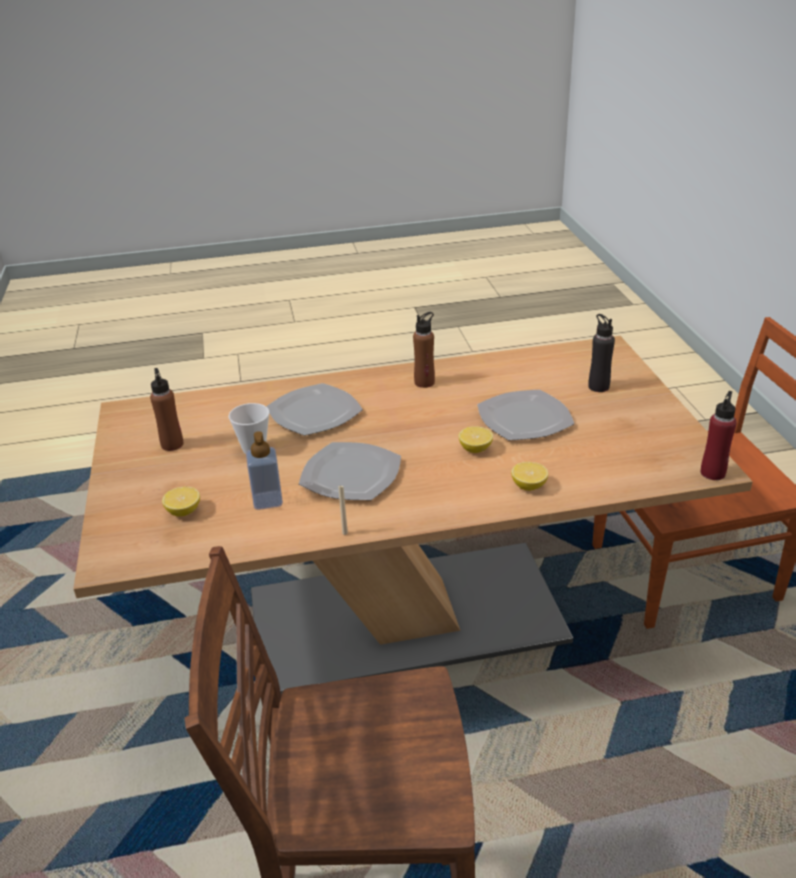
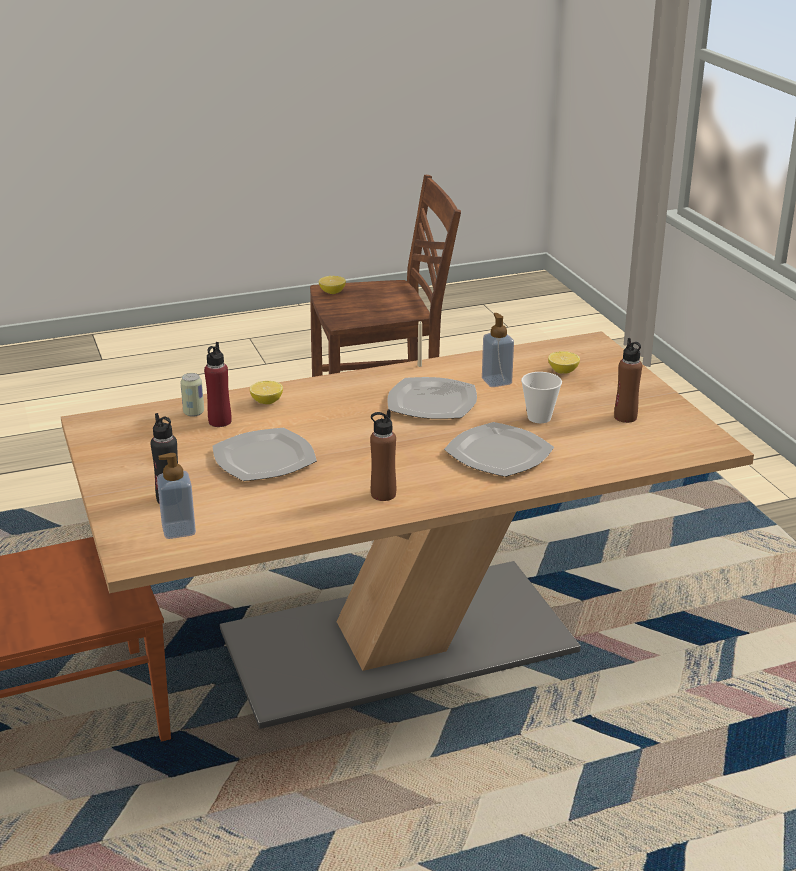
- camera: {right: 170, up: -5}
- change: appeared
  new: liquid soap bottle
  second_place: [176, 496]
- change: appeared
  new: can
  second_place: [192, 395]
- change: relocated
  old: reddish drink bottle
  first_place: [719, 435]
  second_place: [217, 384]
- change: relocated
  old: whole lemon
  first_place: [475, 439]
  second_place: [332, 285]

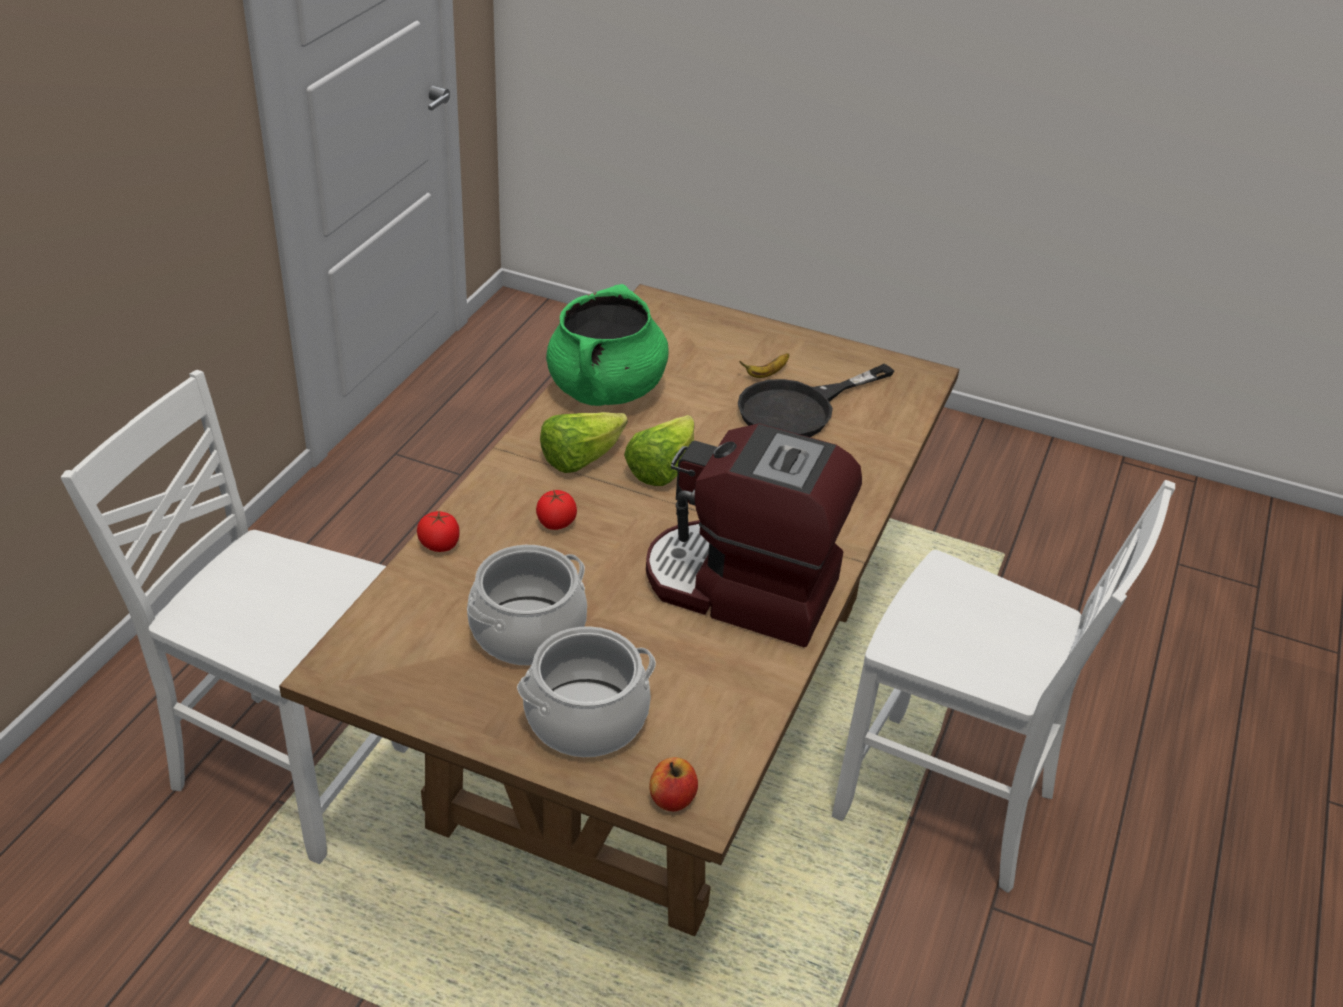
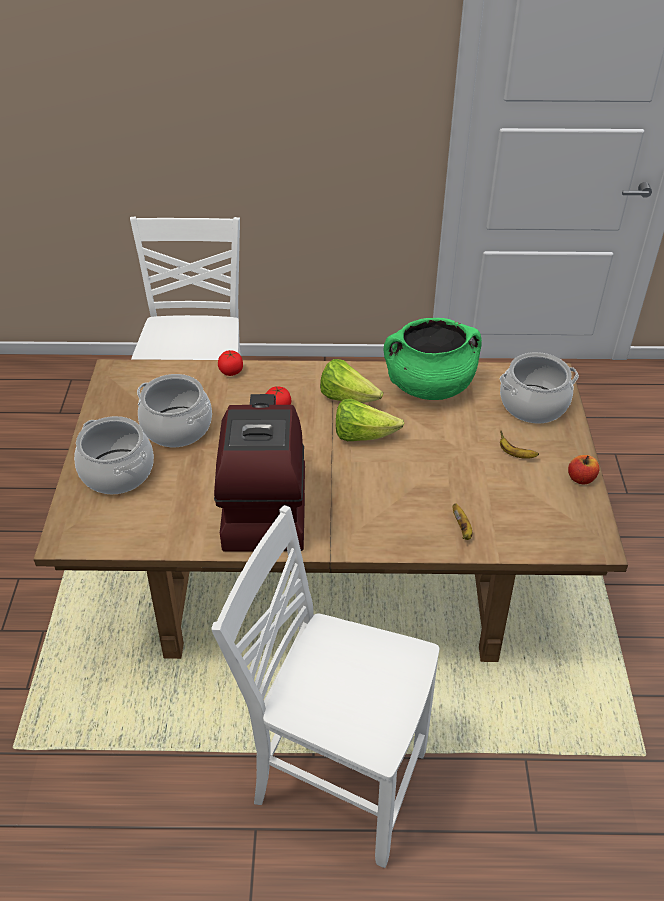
- camera: {right: 70, up: 5}
- change: spun
  old: white-coloured chair
  first_place: [1003, 686]
  second_place: [325, 686]
  degrees: 105
- change: appeared
  new: banana
  second_place: [462, 521]
- change: appeared
  new: saucepot
  second_place: [539, 387]
- change: relocated
  old: whole apple
  first_place: [674, 784]
  second_place: [583, 470]
- change: missing
  old: black-coloured skillet
  first_place: [816, 400]

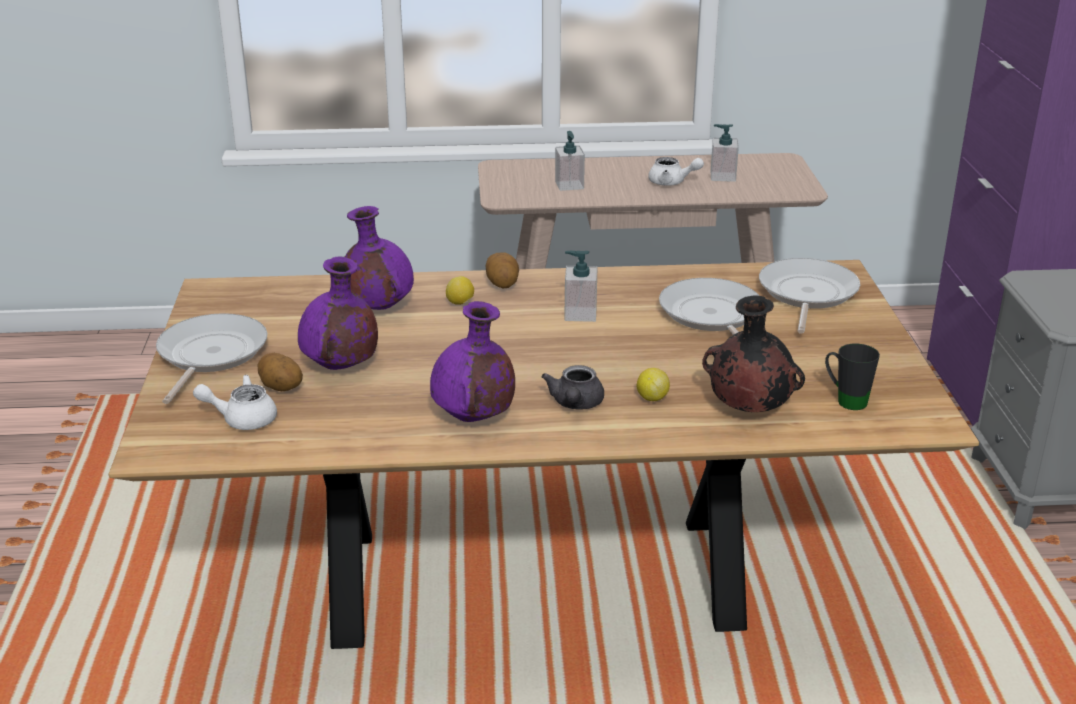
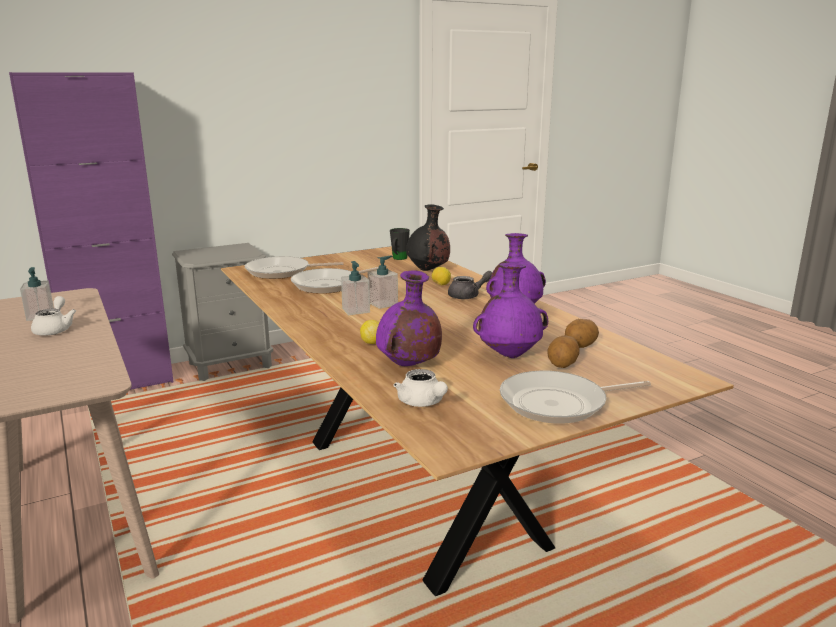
- camera: {right: -115, up: -10}
- change: relocated
  old: liquid soap bottle
  first_place: [570, 161]
  second_place: [383, 282]
- change: relocated
  old: white-coloured pot for tea
  first_place: [235, 402]
  second_place: [420, 388]
- change: relocated
  old: whole potato
  first_place: [502, 270]
  second_place: [582, 333]

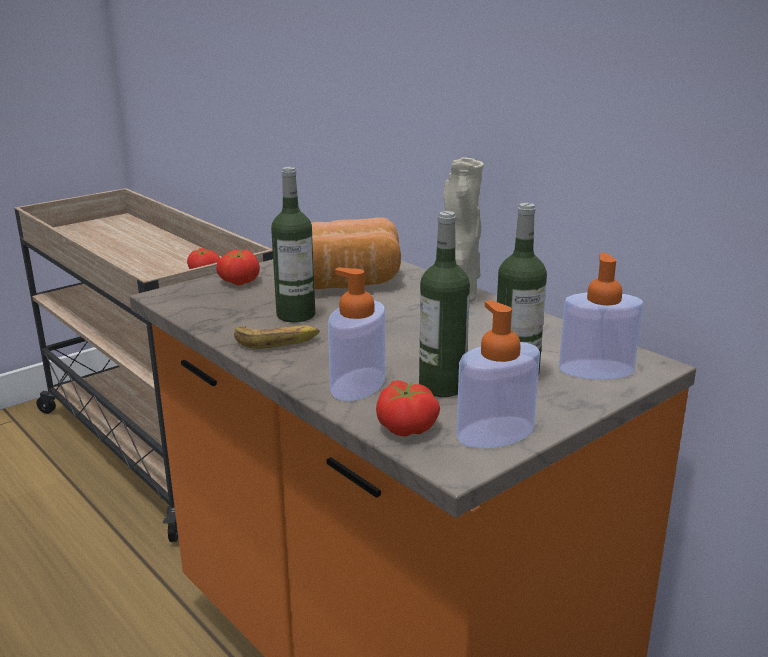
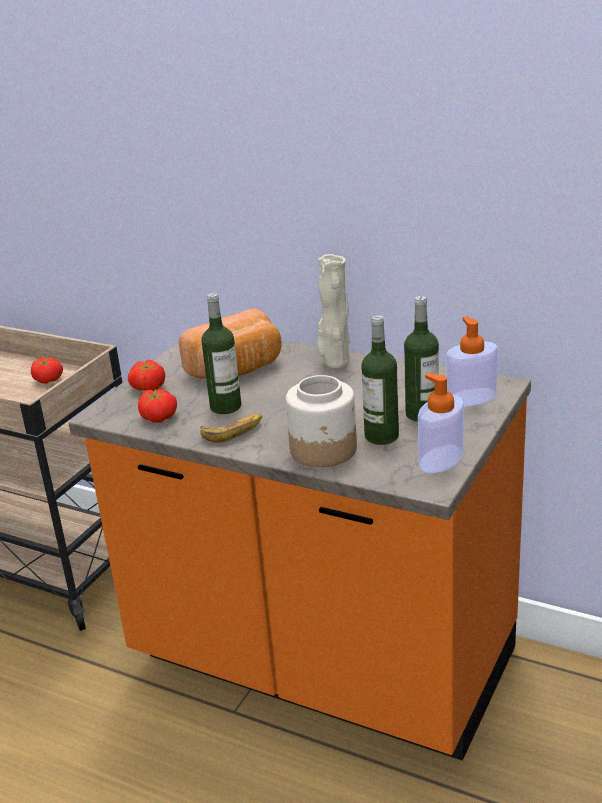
- camera: {right: -20, up: 5}
- change: relocated
  old: tomato
  first_place: [408, 408]
  second_place: [157, 406]
- change: exchanged
  old: liquid soap bottle
  new: preserve jar
  first_place: [356, 334]
  second_place: [321, 421]

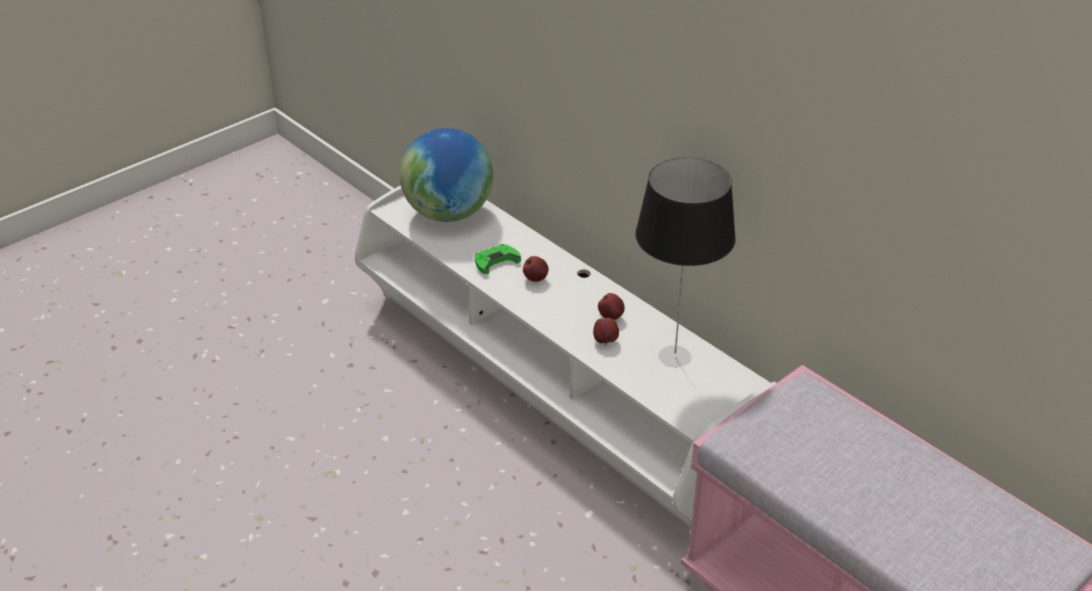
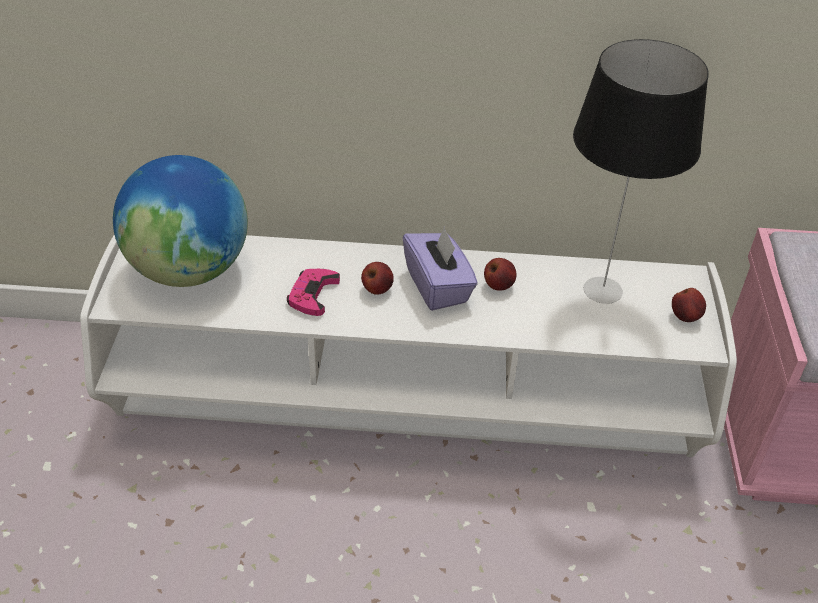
- camera: {right: -45, up: 5}
- change: colour
  old: greenish game controller
  new: pink game controller
  first_place: [497, 259]
  second_place: [313, 292]
- change: appeared
  new: purple-coloured tissue box
  second_place: [440, 268]
- change: relocated
  old: whole apple
  first_place: [606, 331]
  second_place: [689, 305]

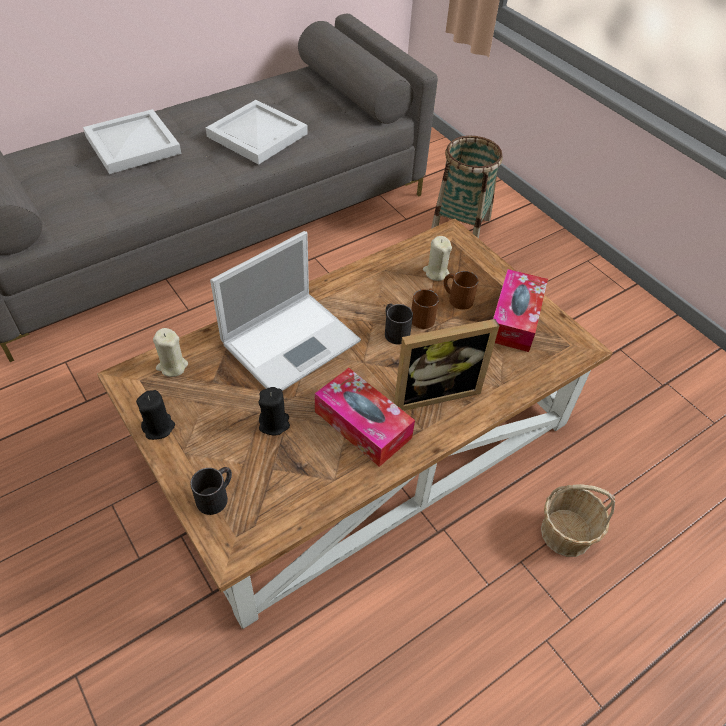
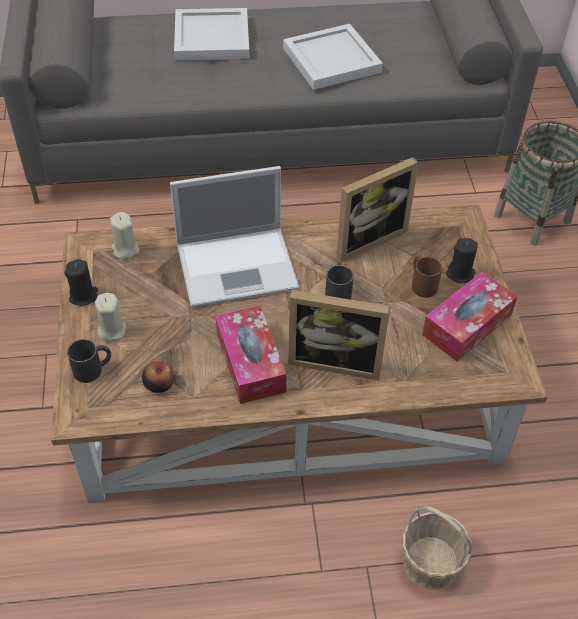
- camera: {right: 30, up: 0}
- change: relocated
  old: sand-coloured candle
  first_place: [437, 258]
  second_place: [110, 317]
- change: appeared
  new: whole apple
  second_place: [158, 377]
- change: appeared
  new: standing frame
  second_place: [377, 209]
- change: relocated
  old: black-coloured candle
  first_place: [274, 411]
  second_place: [462, 260]
- change: missing
  old: brownish coffee mug
  first_place: [425, 309]

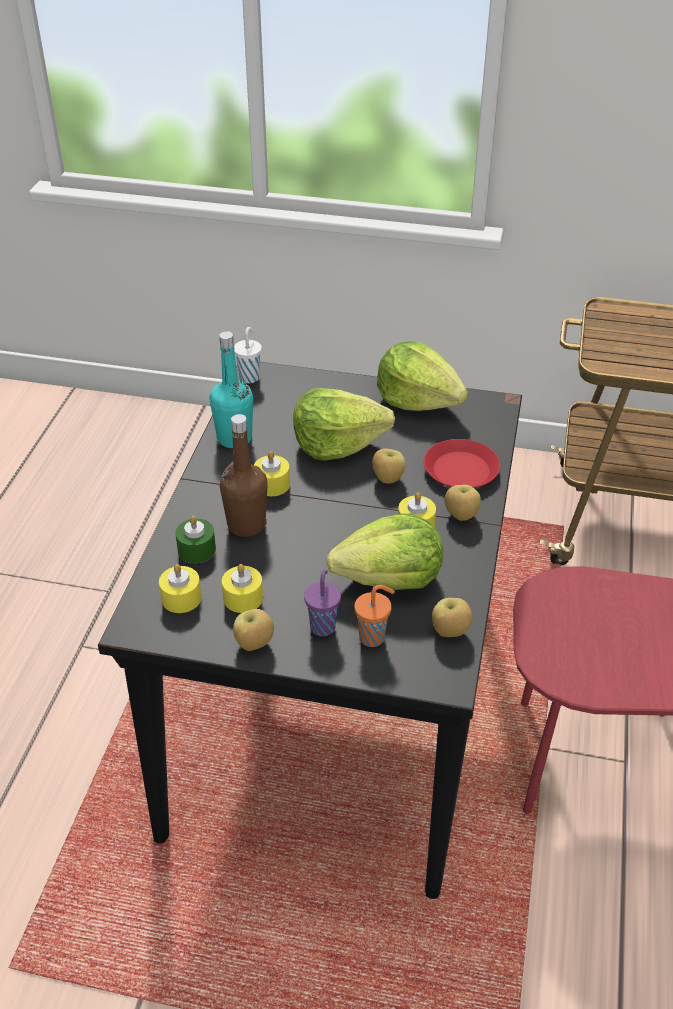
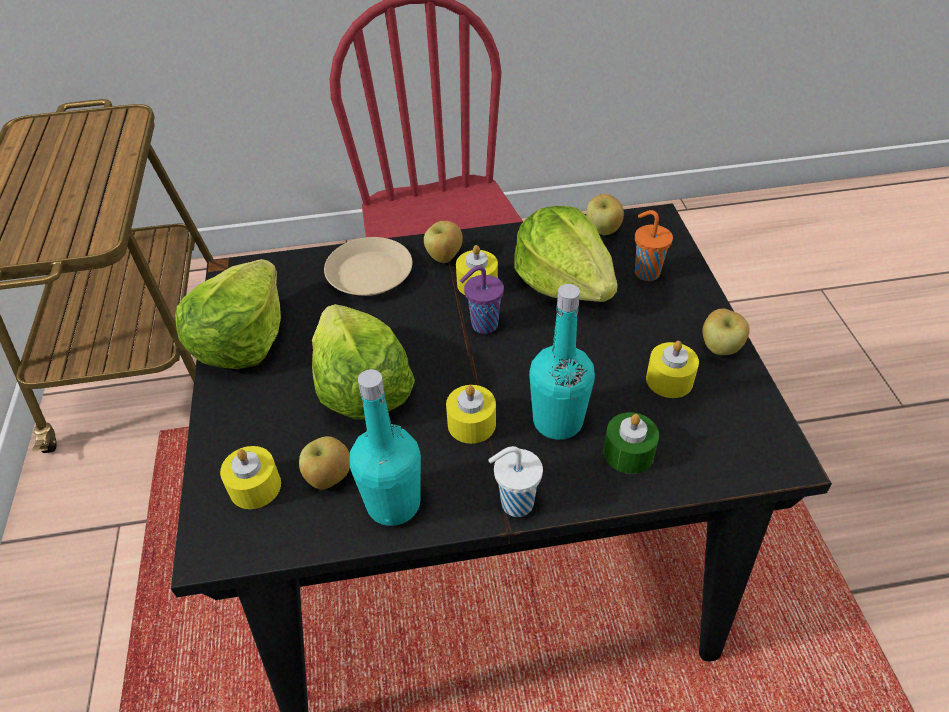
- camera: {right: -110, up: 5}
- change: relocated
  old: yellowish candle
  first_place: [180, 588]
  second_place: [250, 477]
- change: relocated
  old: whole apple
  first_place: [389, 466]
  second_place: [324, 463]
- change: colour
  old: reddish plate
  new: sand-coloured plate
  first_place: [462, 463]
  second_place: [368, 266]
- change: relocated
  old: purple-coloured small cup
  first_place: [322, 603]
  second_place: [482, 299]
- change: relocated
  old: white-coloured small cup
  first_place: [248, 355]
  second_place: [515, 481]
- change: colour
  old: brownish drink bottle
  new: turquoise drink bottle
  first_place: [244, 475]
  second_place: [562, 362]

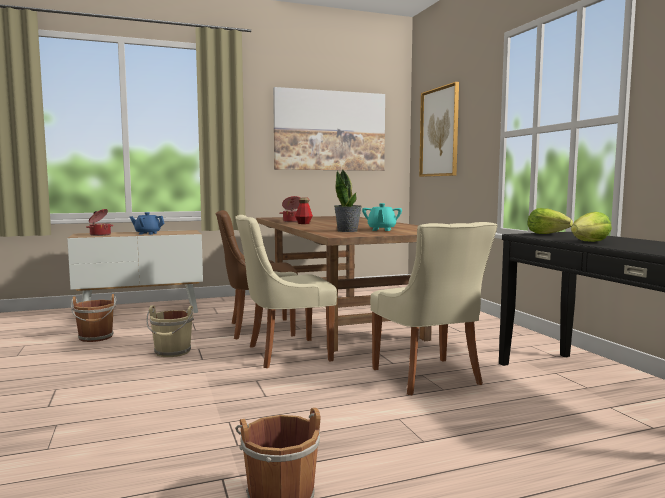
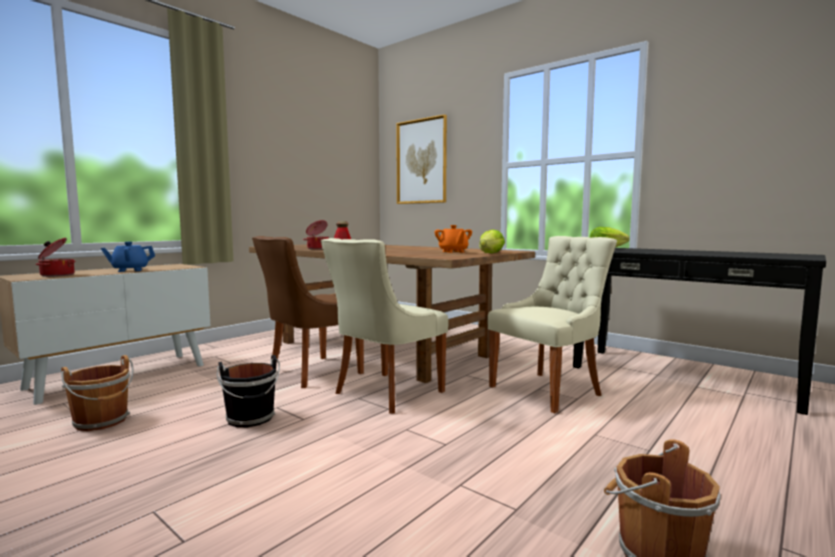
- camera: {right: -30, up: 0}
- change: colour
  old: sand-coloured bucket
  new: black-coloured bucket
  first_place: [170, 331]
  second_place: [248, 391]
- change: colour
  old: turquoise pot for tea
  new: orangey pot for tea
  first_place: [382, 217]
  second_place: [453, 239]
- change: relocated
  old: head of lettuce
  first_place: [591, 227]
  second_place: [492, 241]
- change: spun
  old: sand-coloured chair
  first_place: [434, 308]
  second_place: [552, 324]
  degrees: -75
- change: missing
  old: wall picture
  first_place: [329, 129]
- change: missing
  old: houseplant
  first_place: [348, 200]

